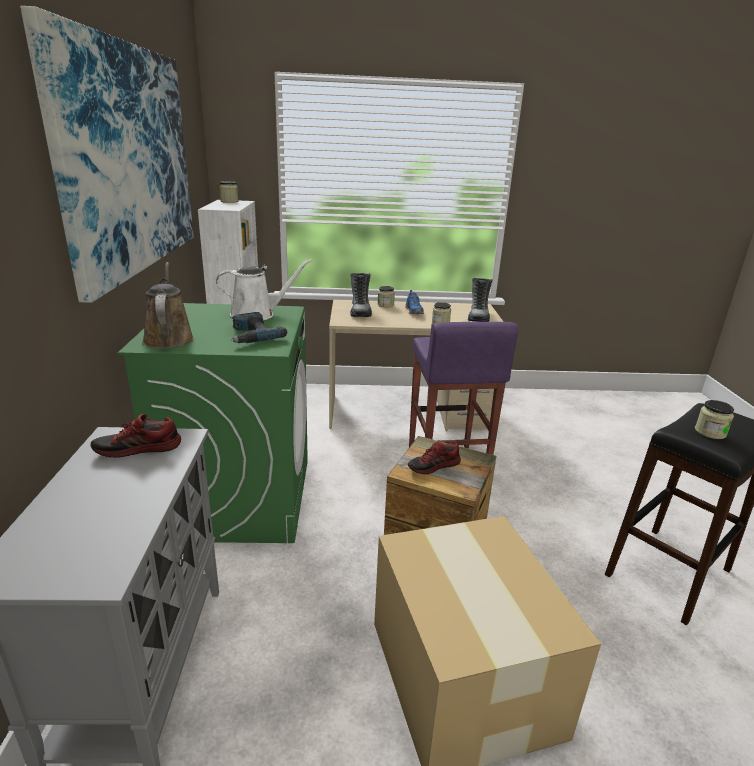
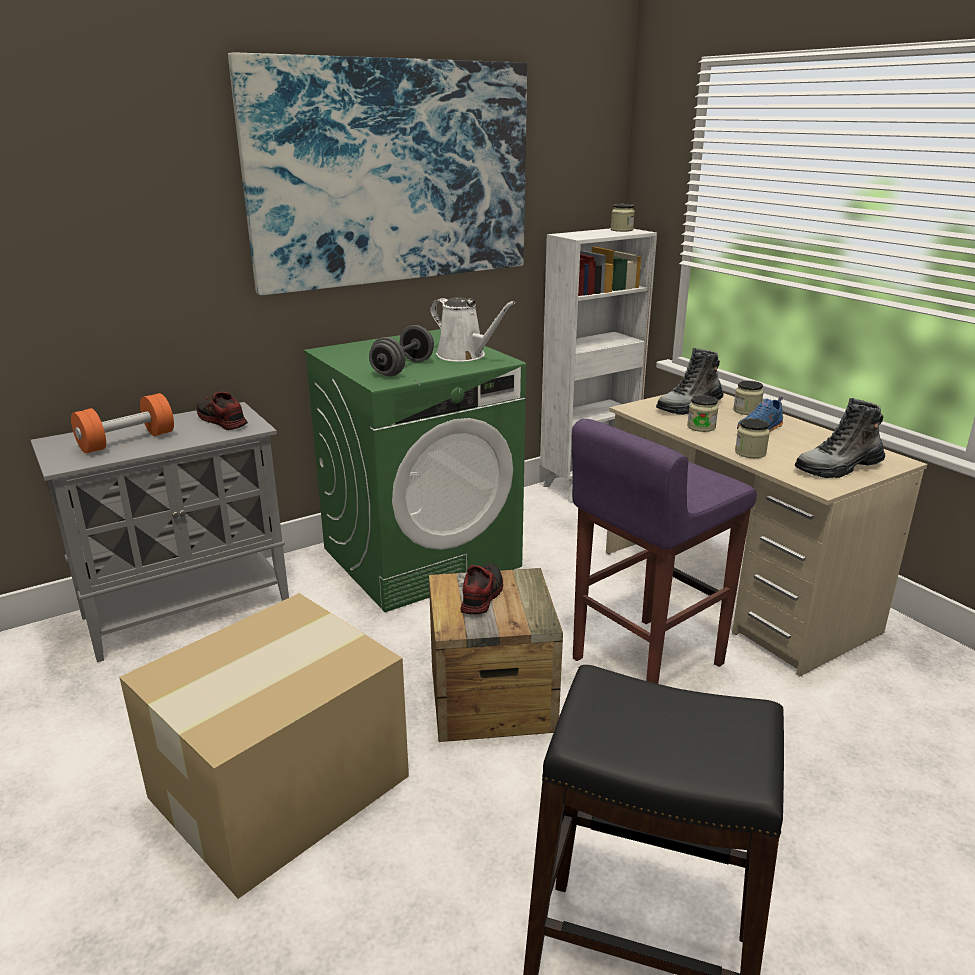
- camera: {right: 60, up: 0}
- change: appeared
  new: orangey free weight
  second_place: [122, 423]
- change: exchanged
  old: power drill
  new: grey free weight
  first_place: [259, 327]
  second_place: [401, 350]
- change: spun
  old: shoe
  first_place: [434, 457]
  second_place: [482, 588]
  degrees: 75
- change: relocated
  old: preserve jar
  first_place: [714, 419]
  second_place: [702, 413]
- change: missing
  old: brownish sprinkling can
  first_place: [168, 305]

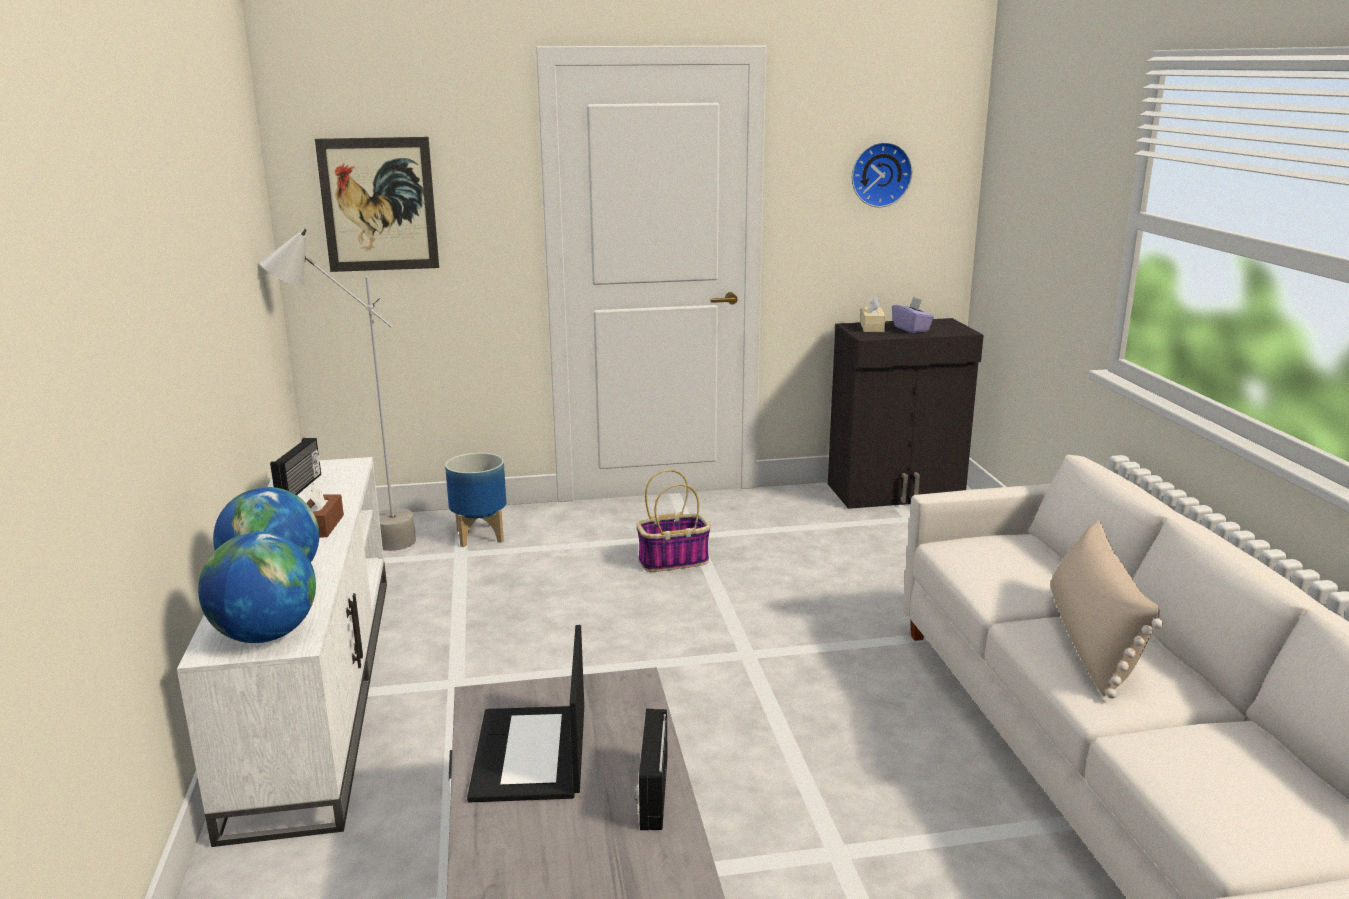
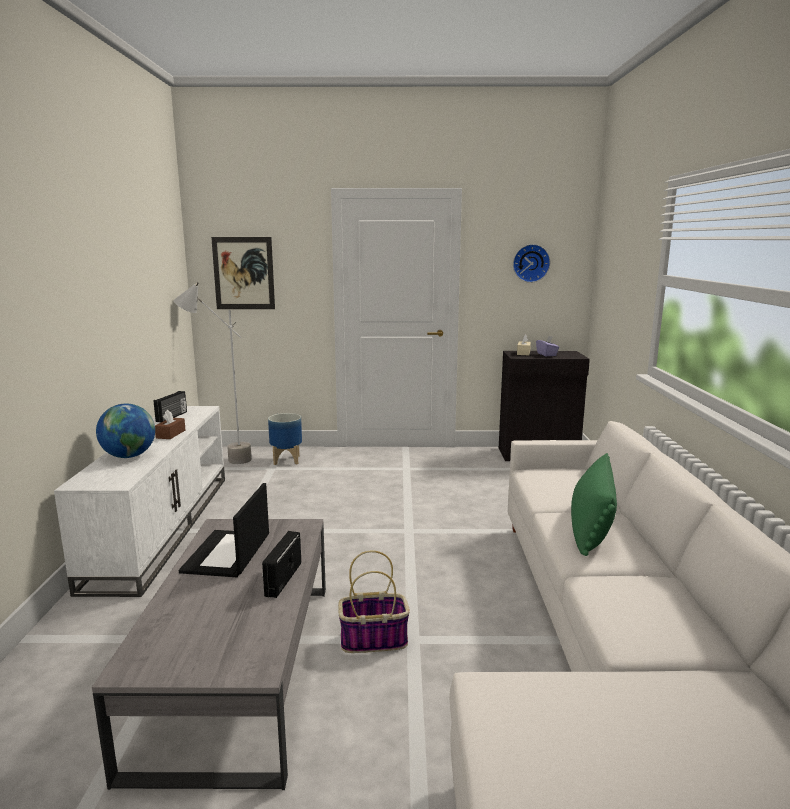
- camera: {right: 10, up: -5}
- change: relocated
  old: household basket
  first_place: [673, 521]
  second_place: [374, 601]
- change: colour
  old: sand-coloured pillow
  new: greenish pillow
  first_place: [1107, 609]
  second_place: [594, 504]
- change: missing
  old: world globe
  first_place: [257, 587]

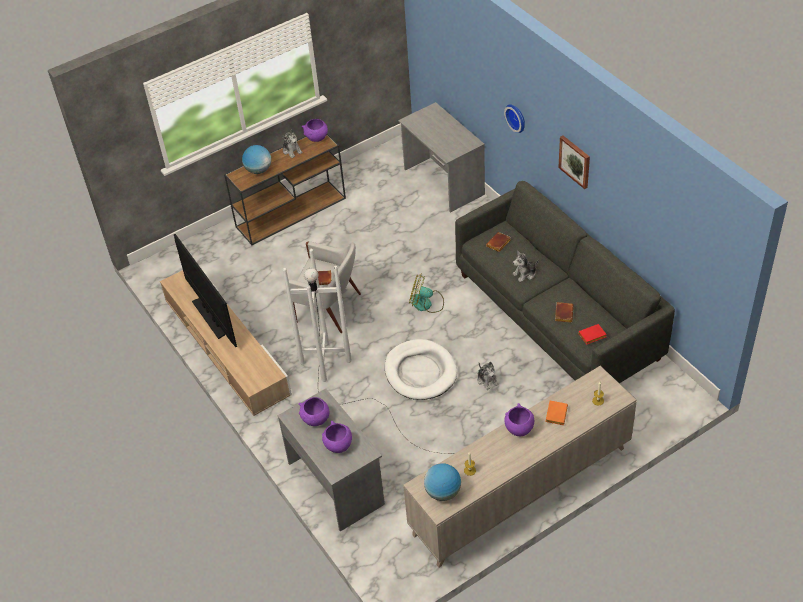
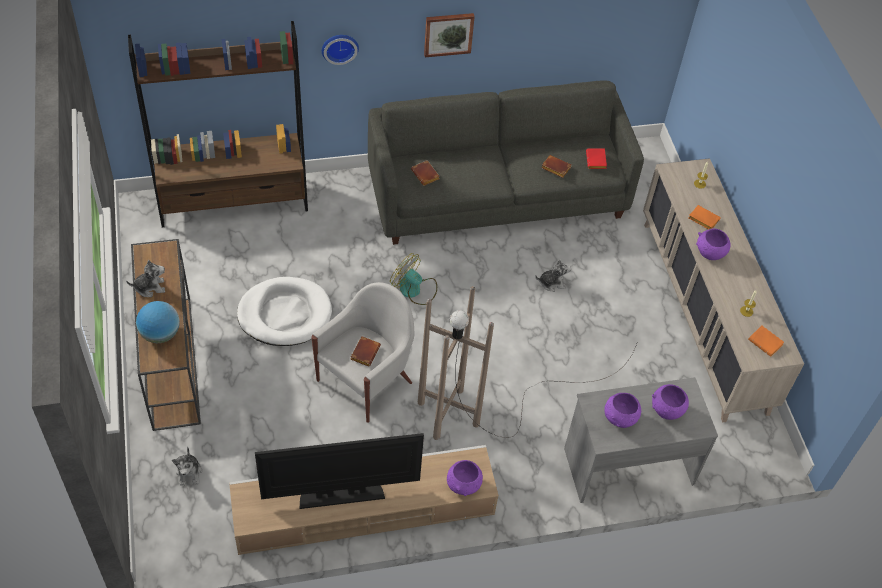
- camera: {right: -75, up: 5}
- change: exchanged
  old: grey desk table
  new: brownish shelving unit
  first_place: [441, 157]
  second_place: [218, 124]
- change: relocated
  old: plush toy
  first_place: [526, 266]
  second_place: [187, 466]
- change: relocated
  old: white-coloured dog cushion
  first_place: [421, 369]
  second_place: [284, 311]
- change: spun
  old: electric fan
  first_place: [426, 293]
  second_place: [413, 279]
  degrees: 90
- change: colour
  old: white-coloured standing lamp
  new: brownish standing lamp
  first_place: [366, 351]
  second_place: [527, 363]
- change: relocated
  old: purple-coloured deep dish
  first_place: [315, 130]
  second_place: [465, 478]
- change: exchanged
  old: world globe
  new: orangey volume
  first_place: [442, 482]
  second_place: [766, 341]

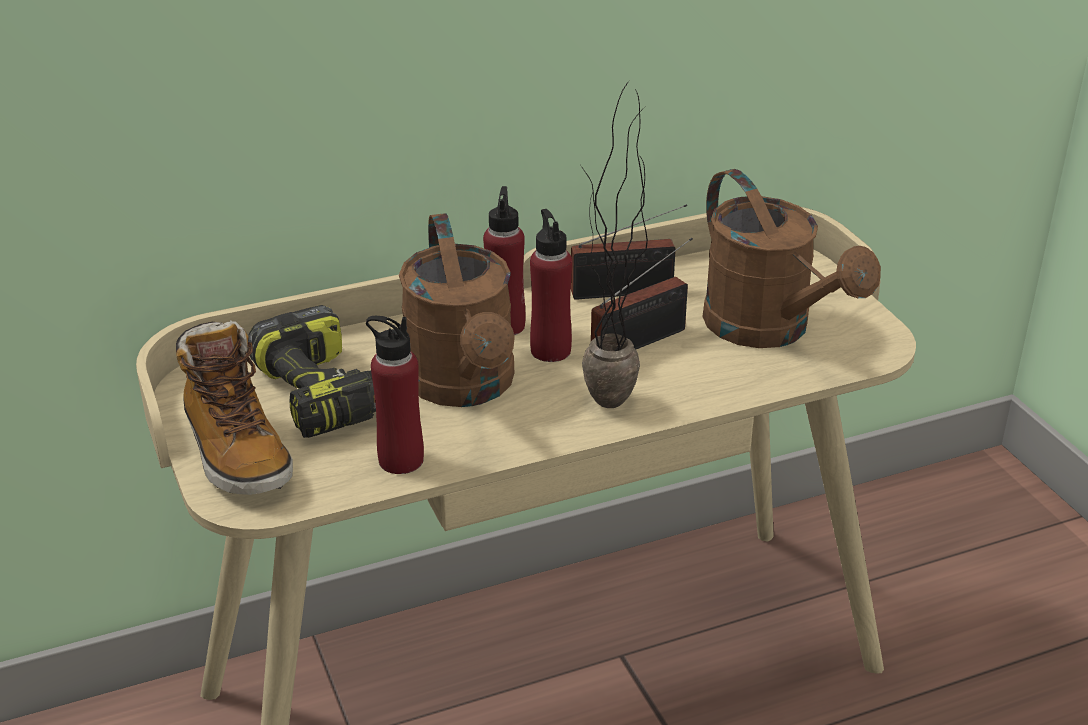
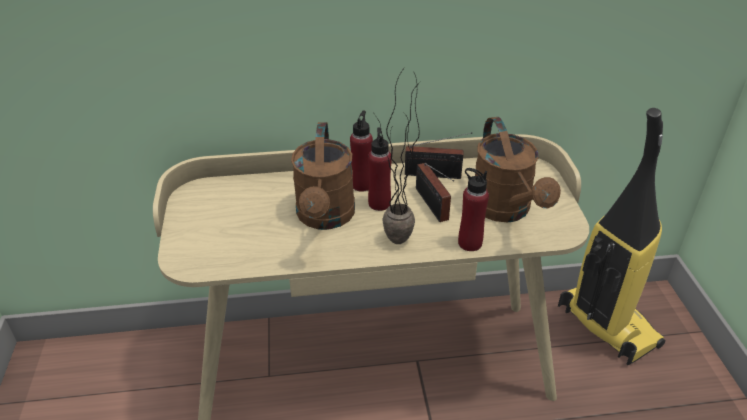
- camera: {right: 15, up: 5}
- change: spun
  old: radio
  first_place: [642, 293]
  second_place: [435, 192]
  degrees: 90
- change: relocated
  old: reddish drink bottle
  first_place: [395, 395]
  second_place: [473, 209]
- change: appeared
  new: vacuum cleaner
  second_place: [611, 236]
- change: missing
  old: boot
  first_place: [234, 407]
- change: missing
  old: power drill
  first_place: [312, 371]

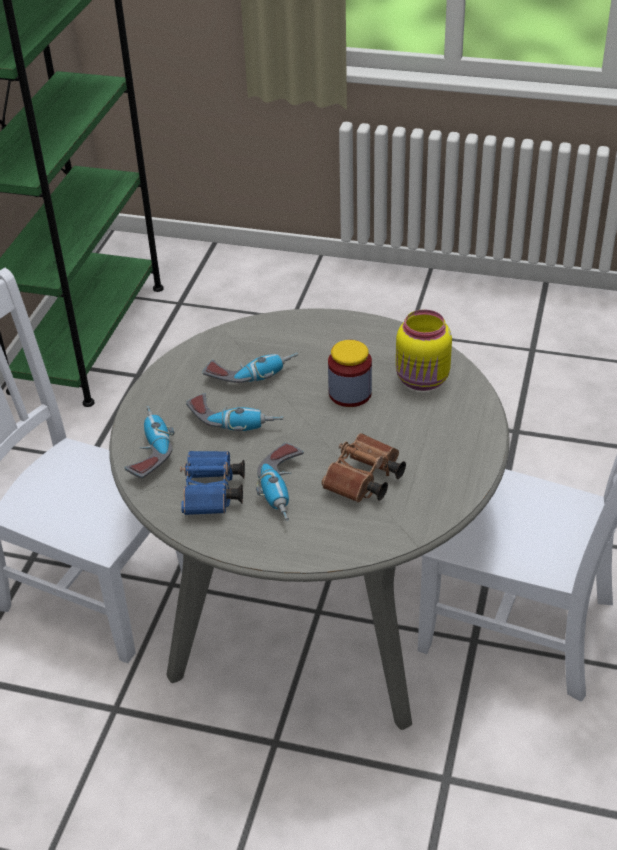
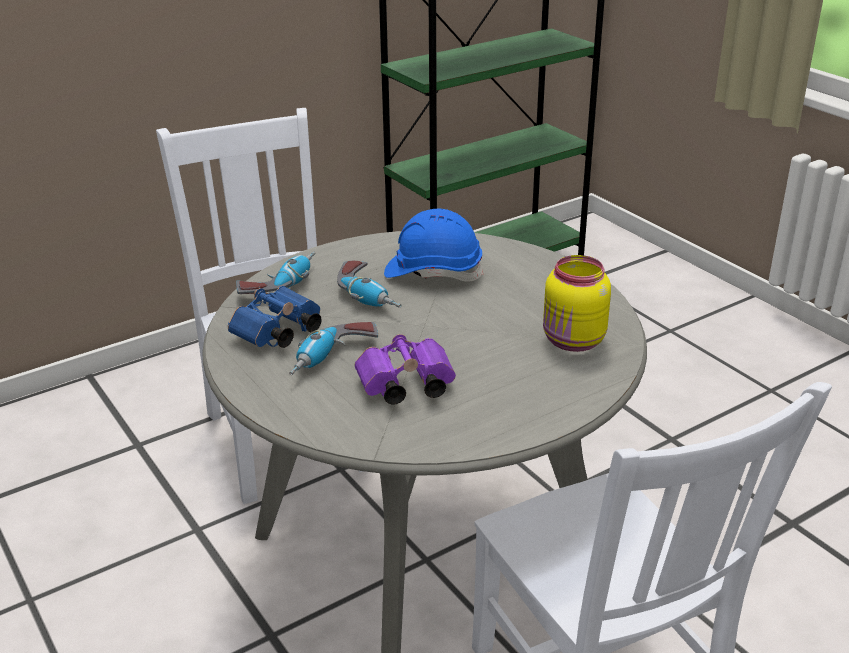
- camera: {right: 40, up: -10}
- change: colour
  old: brownish binoculars
  new: purple-coloured binoculars
  first_place: [363, 467]
  second_place: [405, 369]
- change: exchanged
  old: power drill
  new: blue hard hat
  first_place: [250, 368]
  second_place: [434, 245]
- change: missing
  old: preserve jar
  first_place: [350, 373]

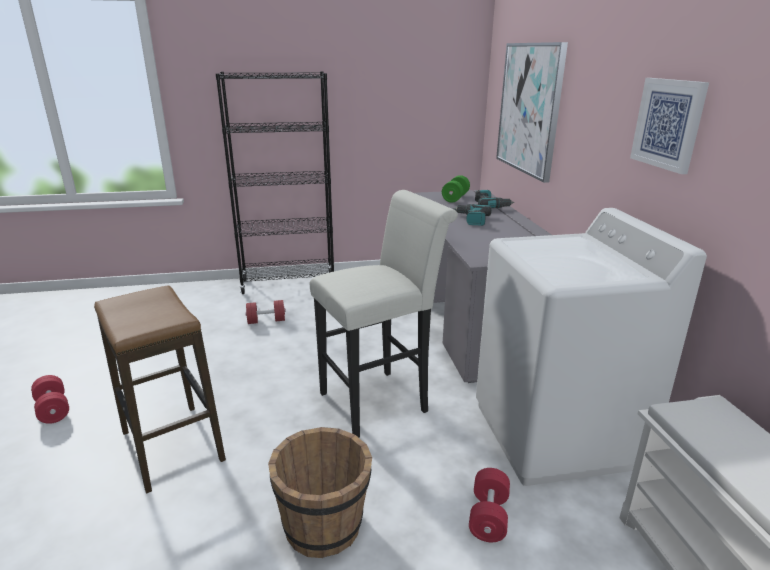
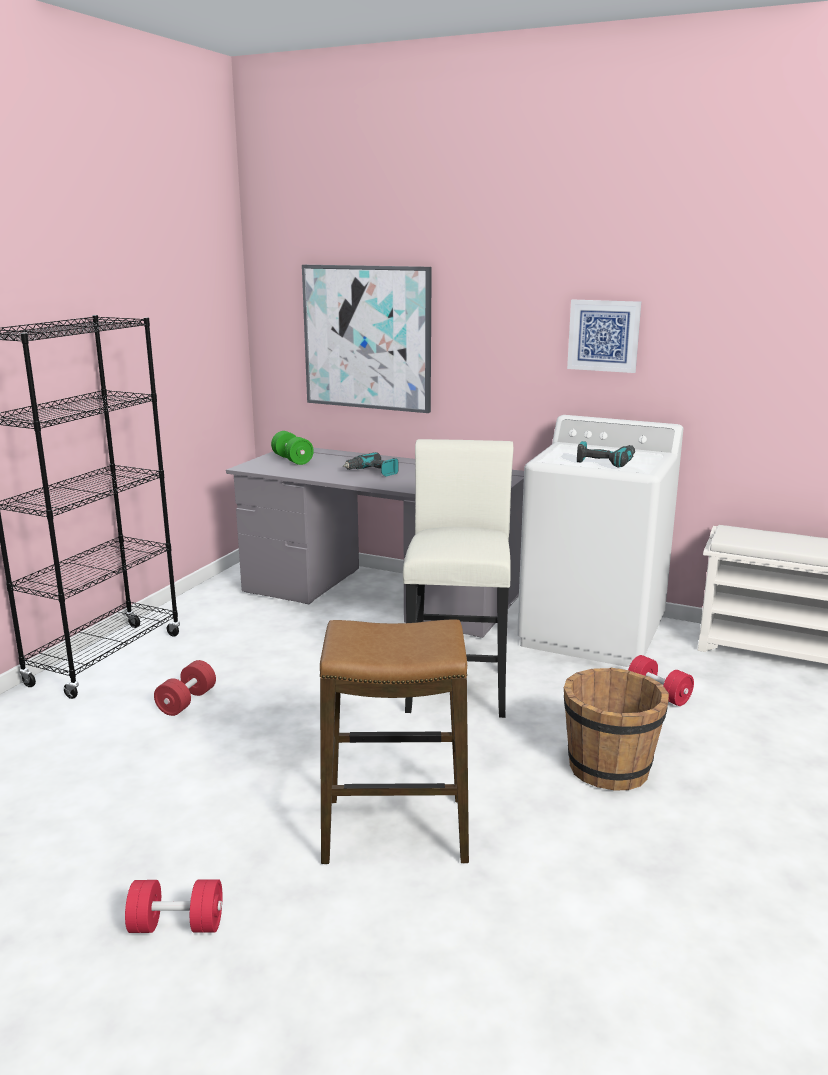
- camera: {right: -55, up: -5}
- change: relocated
  old: power drill
  first_place: [494, 199]
  second_place: [606, 454]

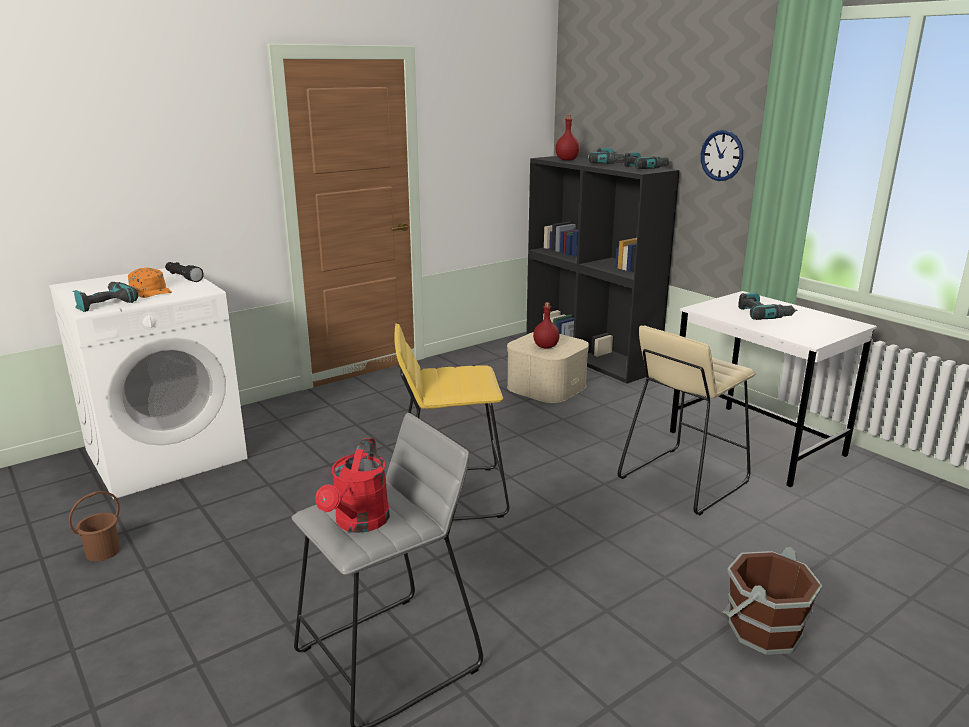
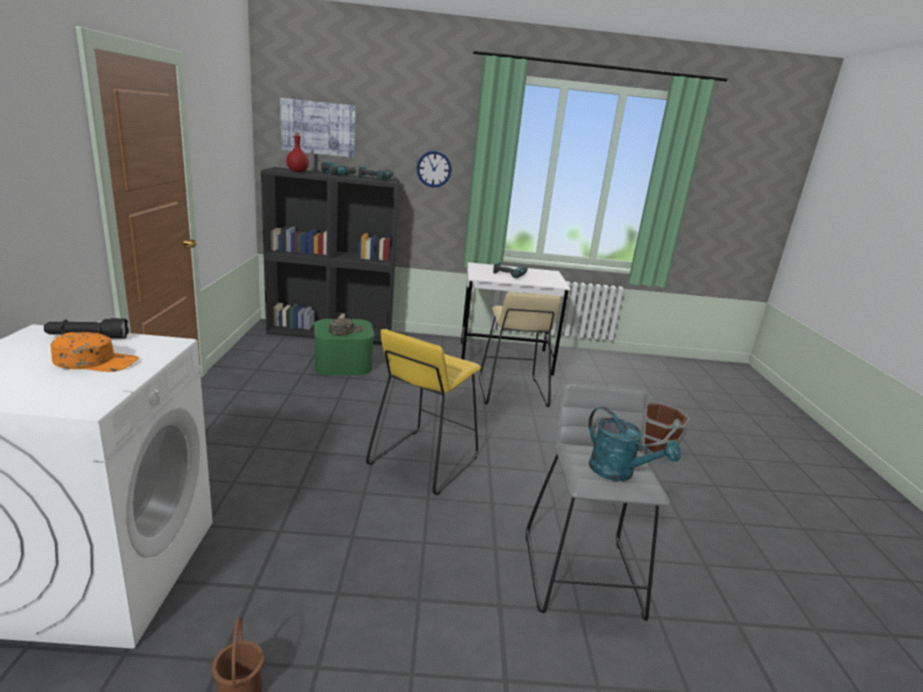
- camera: {right: -55, up: 0}
- change: appeared
  new: wall picture
  second_place: [318, 128]
- change: colour
  old: sand-coloured storage box
  new: greenish storage box
  first_place: [548, 367]
  second_place: [344, 347]
- change: exchanged
  old: reddish drink bottle
  new: greenish peaked cap
  first_place: [546, 325]
  second_place: [346, 326]
- change: colour
  old: reddish sprinkling can
  new: turquoise sprinkling can
  first_place: [352, 485]
  second_place: [634, 444]
- change: missing
  old: power drill
  first_place: [105, 297]

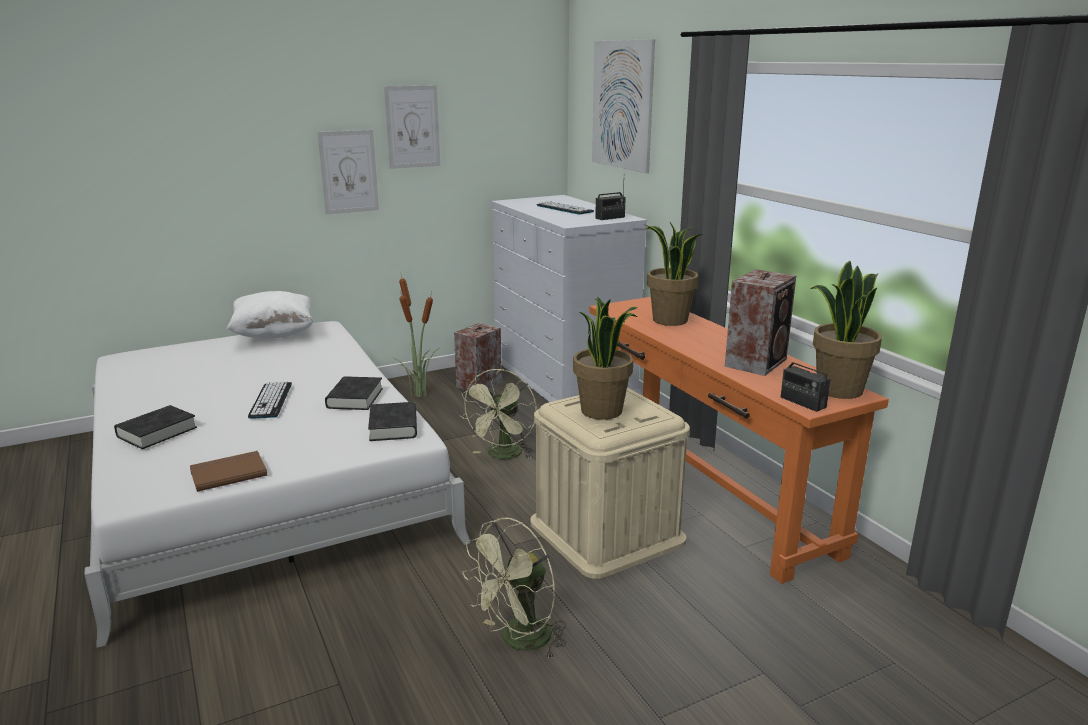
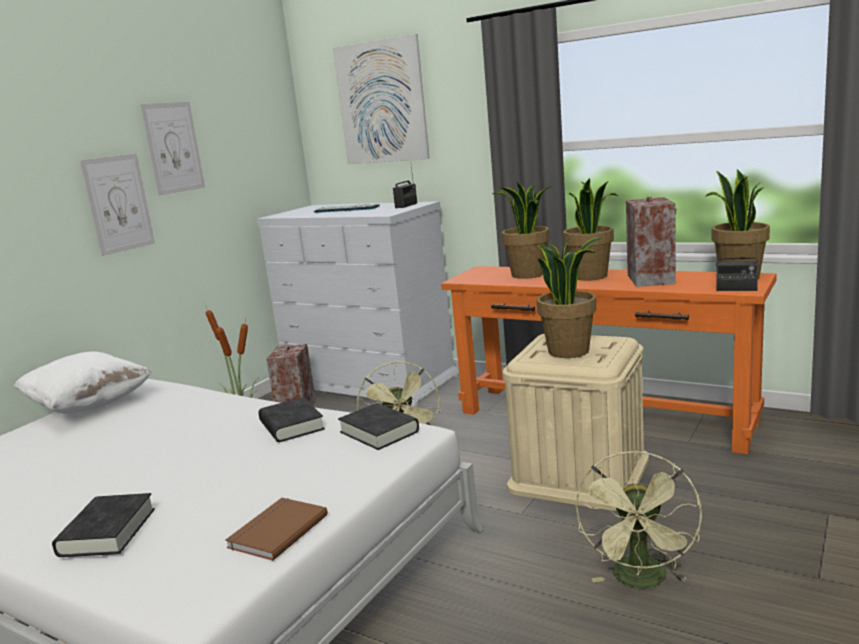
- camera: {right: -30, up: -5}
- change: appeared
  new: houseplant
  second_place: [590, 229]
- change: missing
  old: computer keyboard
  first_place: [270, 400]

